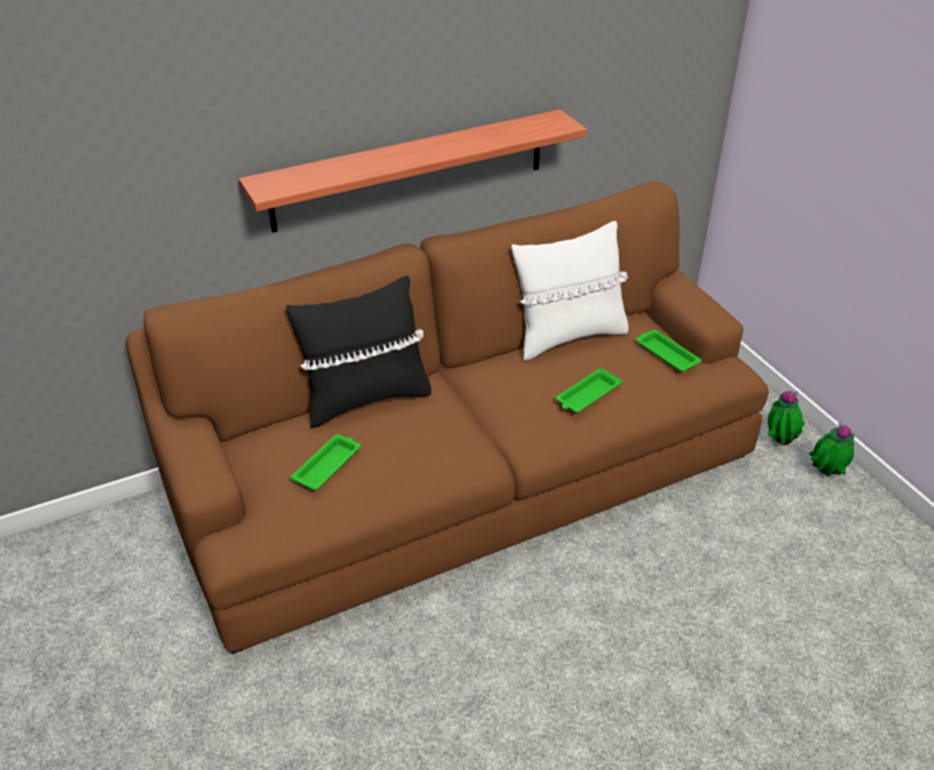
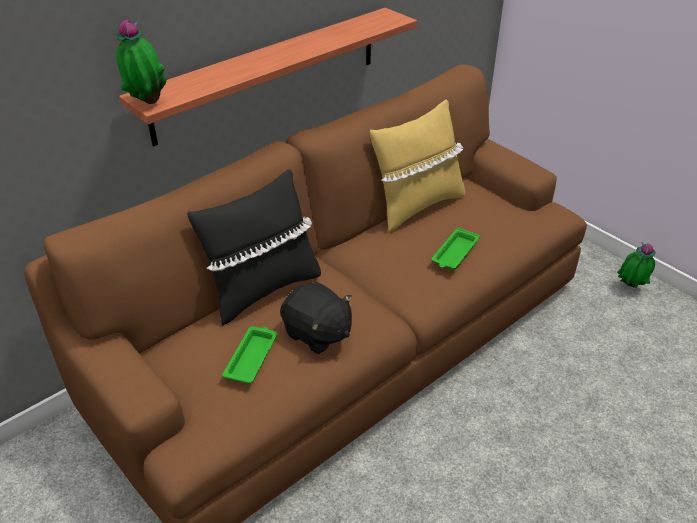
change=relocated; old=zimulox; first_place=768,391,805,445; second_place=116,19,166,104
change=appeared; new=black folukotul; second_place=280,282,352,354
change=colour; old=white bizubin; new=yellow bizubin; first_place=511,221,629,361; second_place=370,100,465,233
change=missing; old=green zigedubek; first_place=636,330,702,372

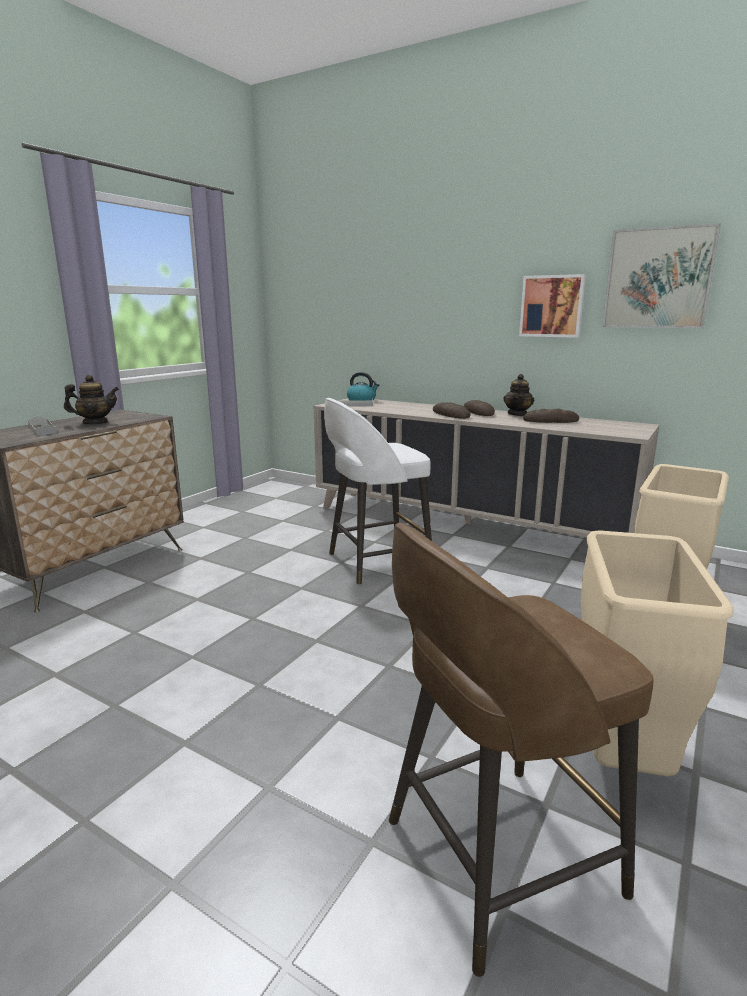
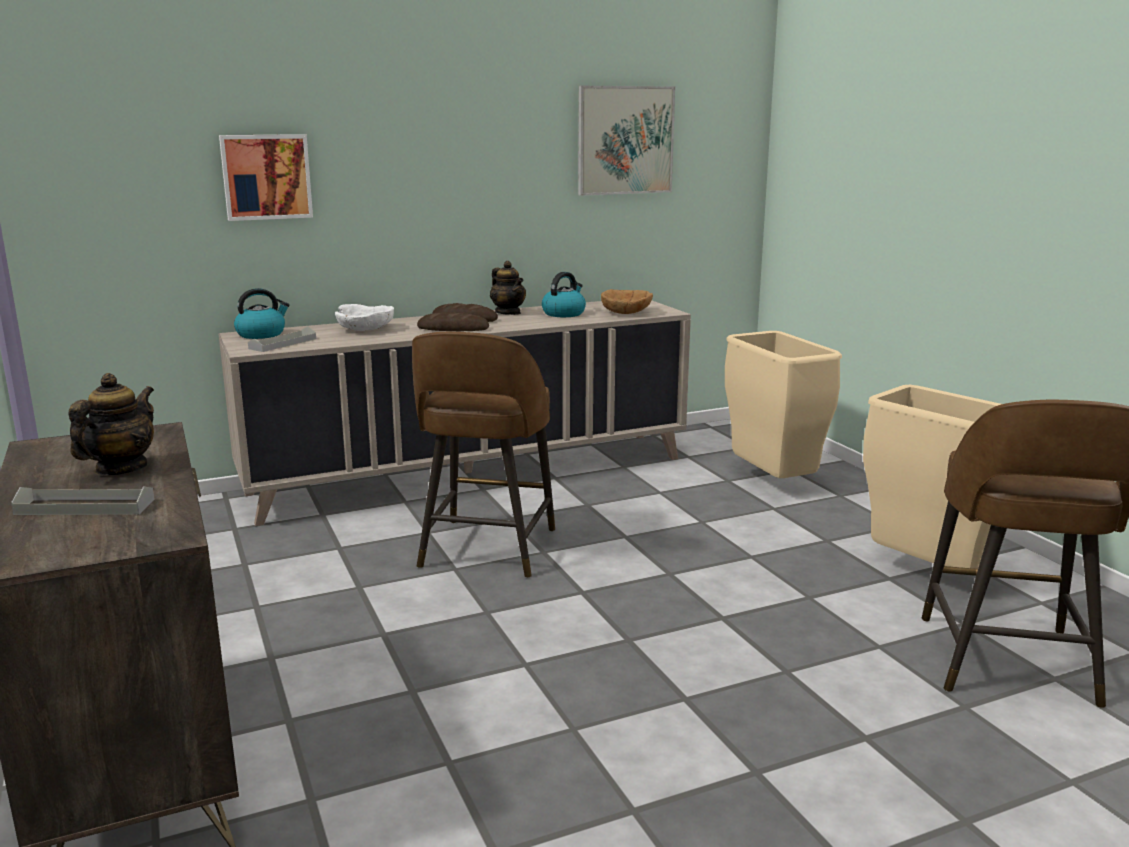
change=relocated; old=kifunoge; first_place=519,274,586,338; second_place=219,134,313,221
change=appeared; new=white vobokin; second_place=335,304,394,331
change=colour; old=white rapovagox; new=brown rapovagox; first_place=324,398,432,585; second_place=412,332,555,578
change=exchanged; old=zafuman; new=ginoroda; first_place=523,409,579,423; second_place=542,272,586,317
change=appeared; new=brown vobokin; second_place=601,289,653,314

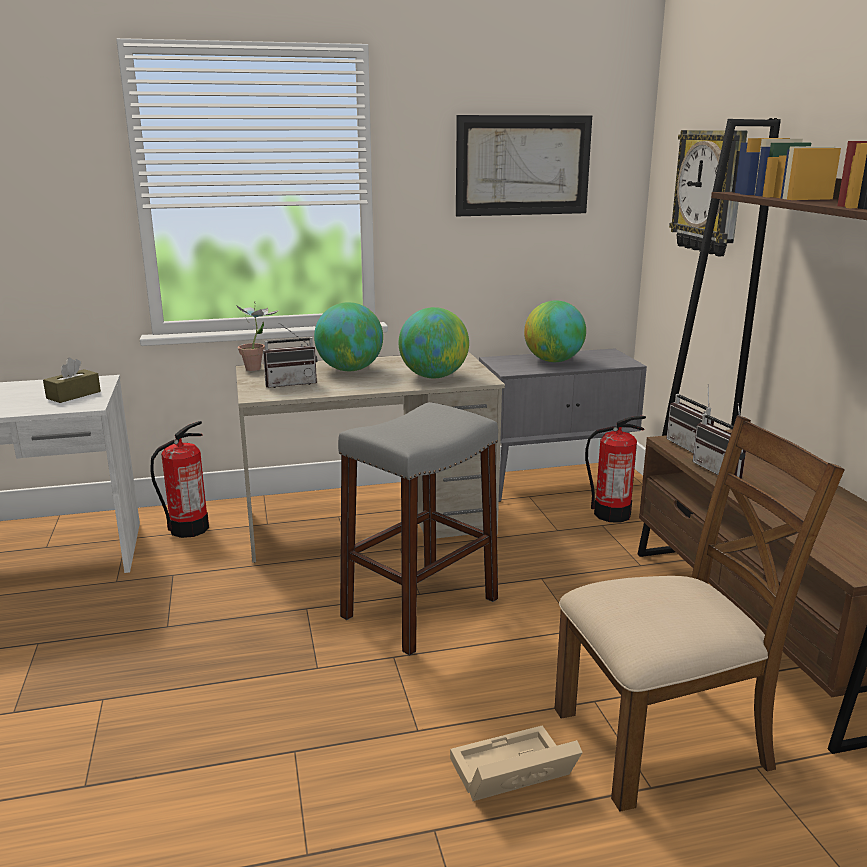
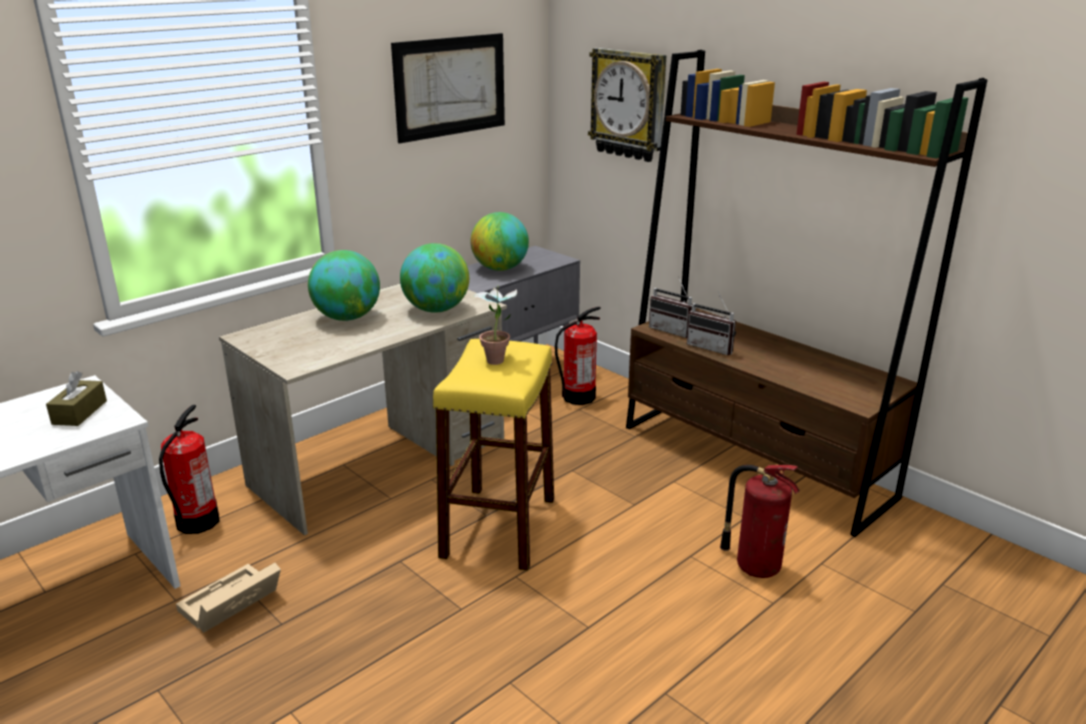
change=relocated; old=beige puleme; first_place=450,725,583,801; second_place=176,563,281,633
change=colour; old=grey rapovagox; new=yellow rapovagox; first_place=338,402,498,656; second_place=433,339,554,571
change=relocated; old=zimulox; first_place=237,302,278,371; second_place=472,285,517,365
change=exchanged; old=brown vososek; new=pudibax; first_place=555,415,845,812; second_place=720,465,800,578
change=missing; old=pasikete; first_place=263,323,317,388

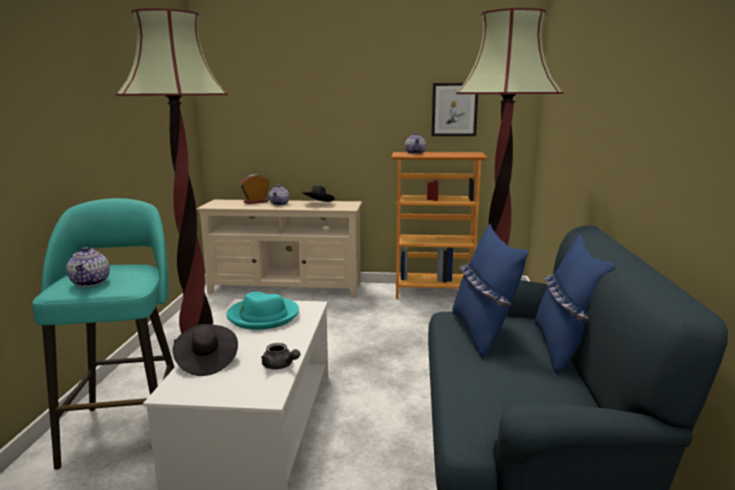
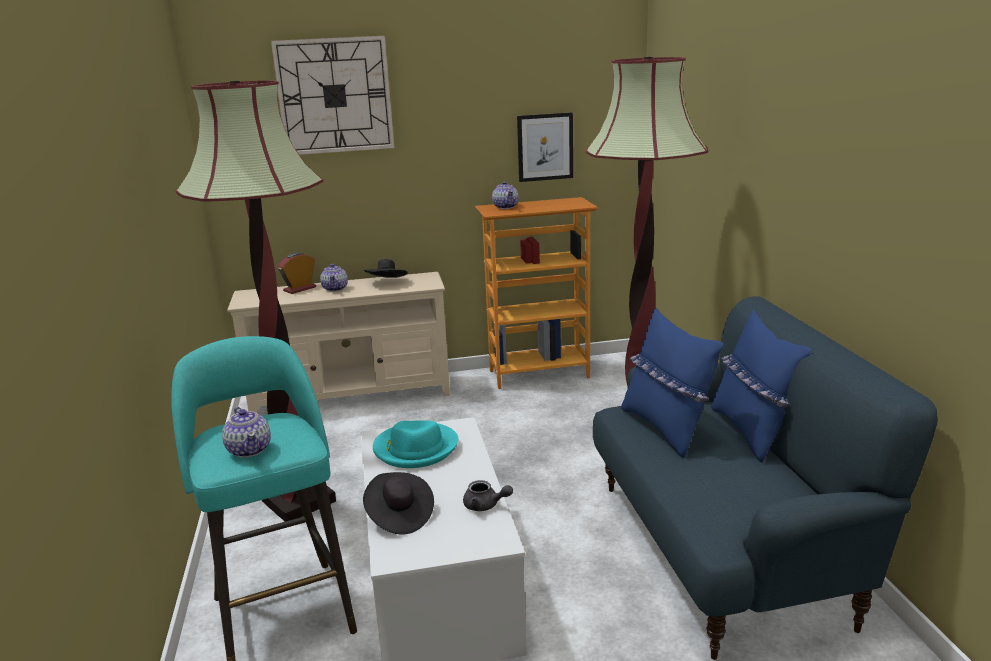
change=appeared; new=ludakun; second_place=271,36,394,155

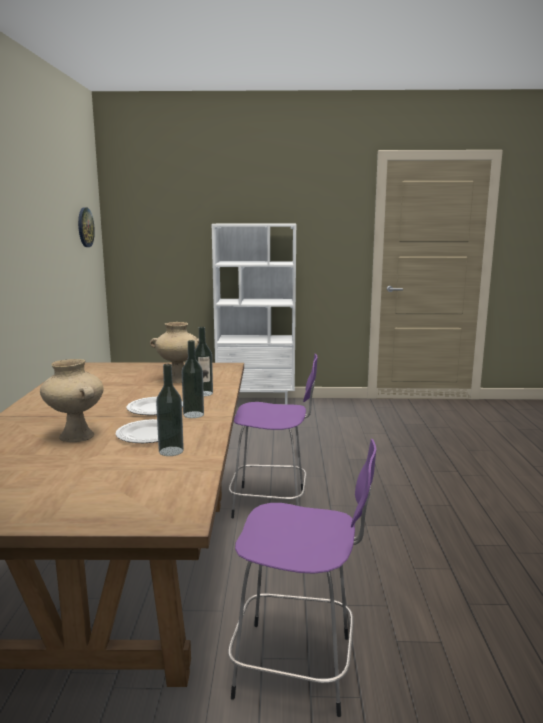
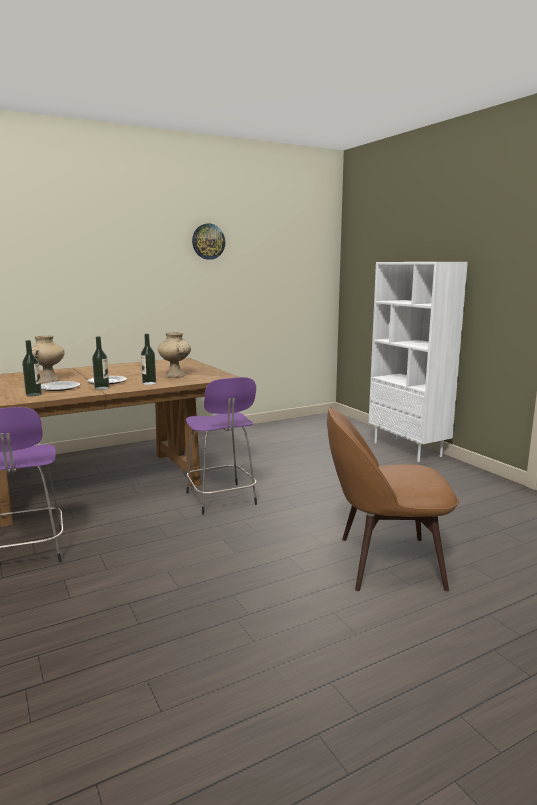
change=relocated; old=ludakun; first_place=78,207,95,247; second_place=192,223,225,260
change=appeared; new=brown vososek; second_place=327,407,459,591

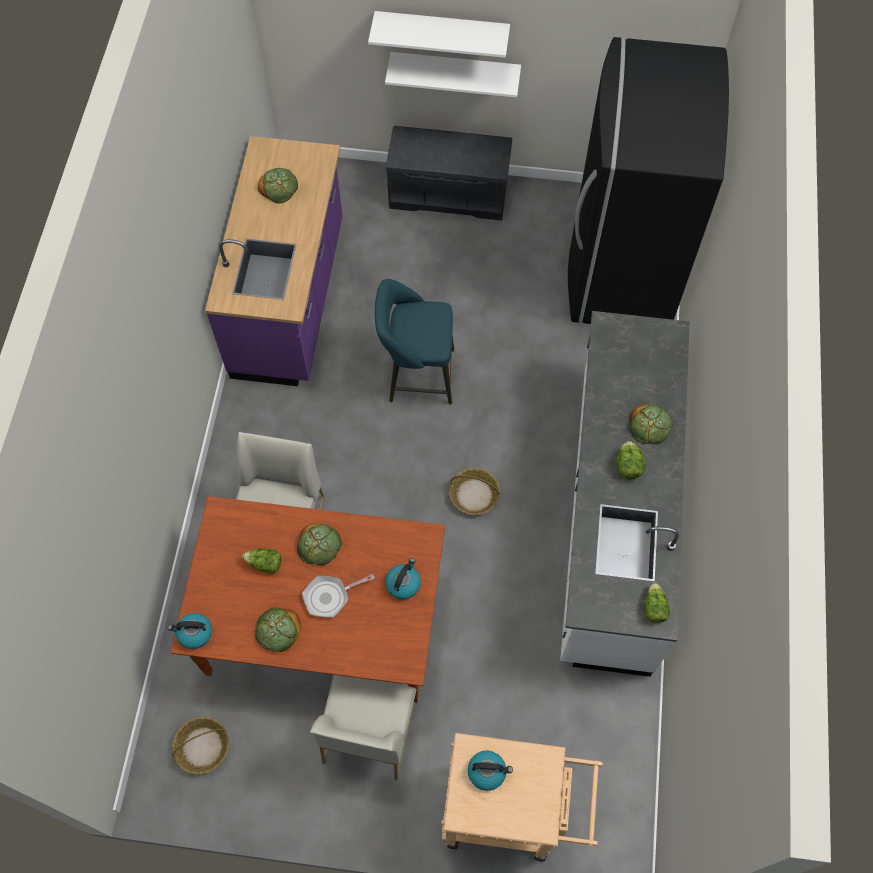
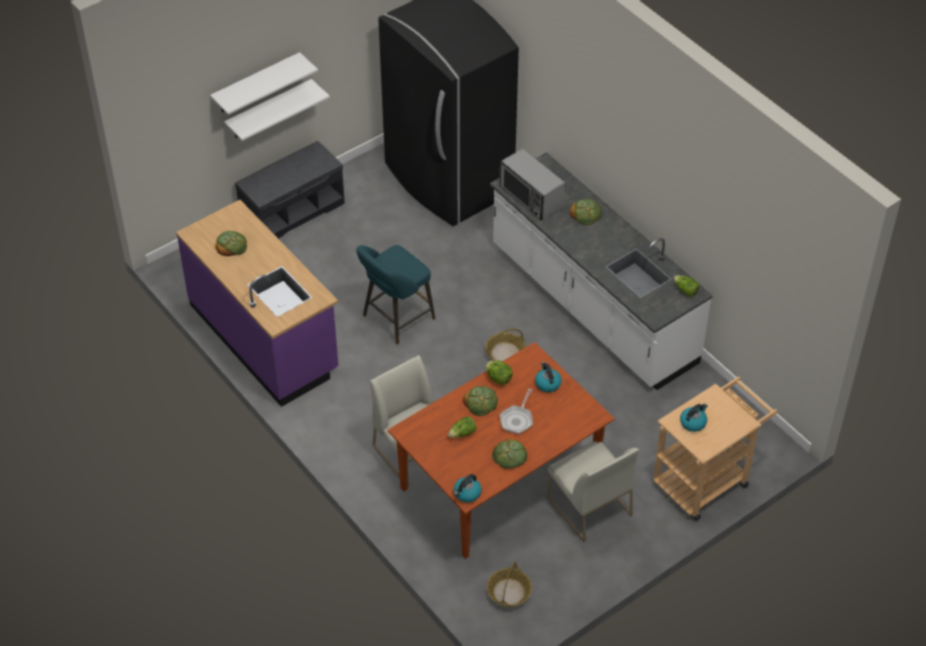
change=relocated; old=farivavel; first_place=616,441,645,479; second_place=486,360,513,385
change=appeared; new=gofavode; second_place=499,149,565,220

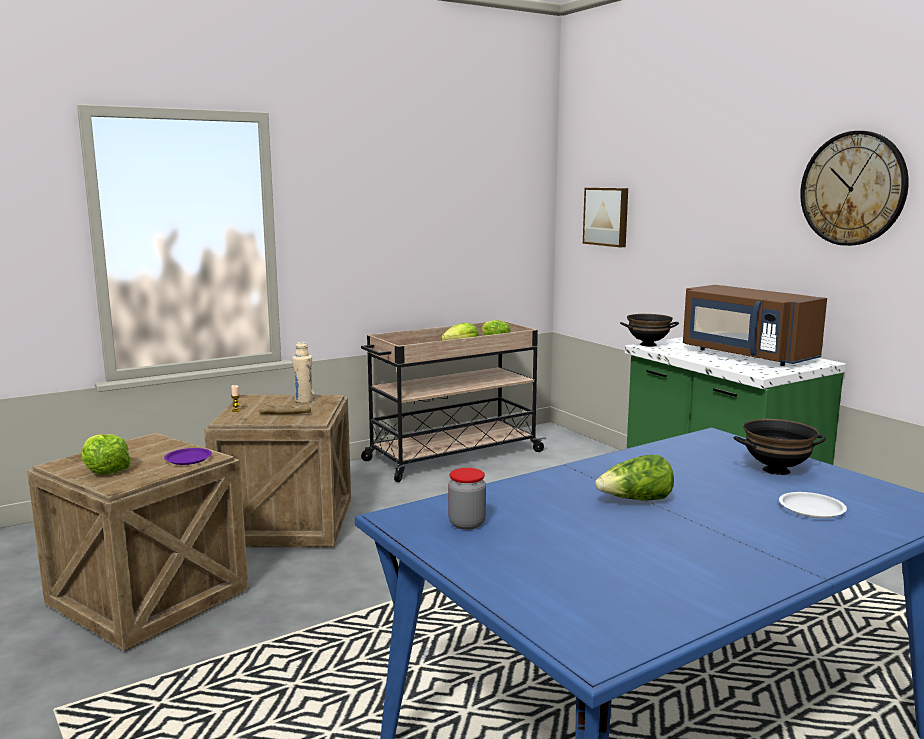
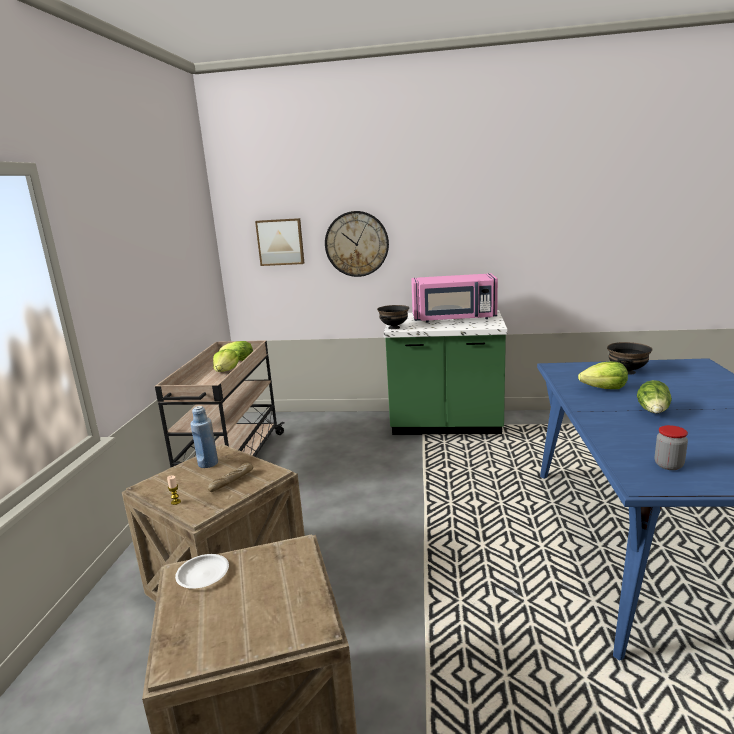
change=relocated; old=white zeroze; first_place=779,492,847,518; second_place=175,554,229,589
change=colour; old=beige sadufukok; new=blue sadufukok; first_place=292,342,314,403; second_place=190,406,218,468
change=relocated; old=ludakun; first_place=800,131,909,246; second_place=325,211,389,277
change=colour; old=brown gofavode; new=pink gofavode; first_place=683,285,827,366; second_place=411,273,498,322
change=relocated; old=farivavel; first_place=82,434,131,475; second_place=578,362,628,389
change=missing; old=purple zeroze; first_place=164,448,212,465

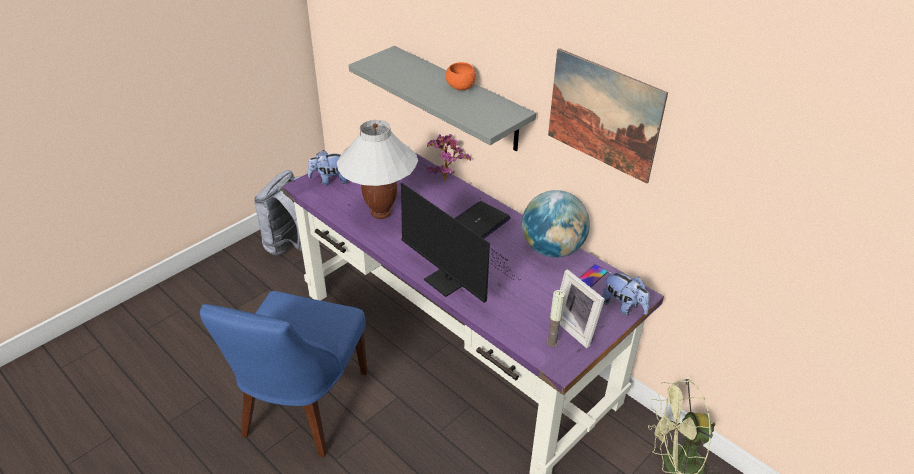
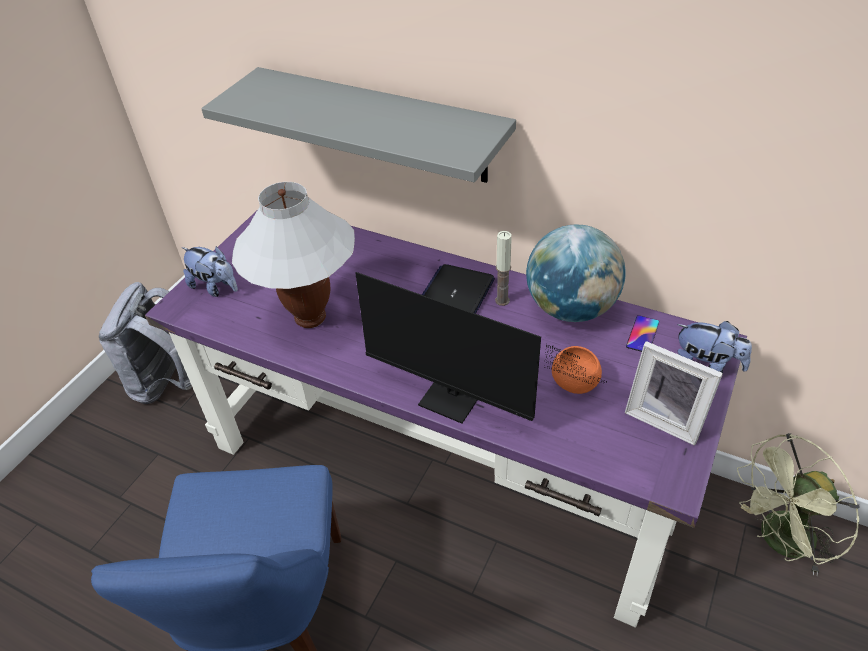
change=spun; old=folukotul; first_place=308,150,348,185; second_place=182,246,238,297; degrees=-120
change=relocated; old=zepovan; first_place=546,290,565,347; second_place=495,231,512,306
change=relocated; old=orange vobokin; first_place=446,62,476,90; second_place=552,346,602,394
change=missing; old=zimulox; first_place=426,134,471,182
change=missing; old=kifunoge; first_place=548,48,668,184

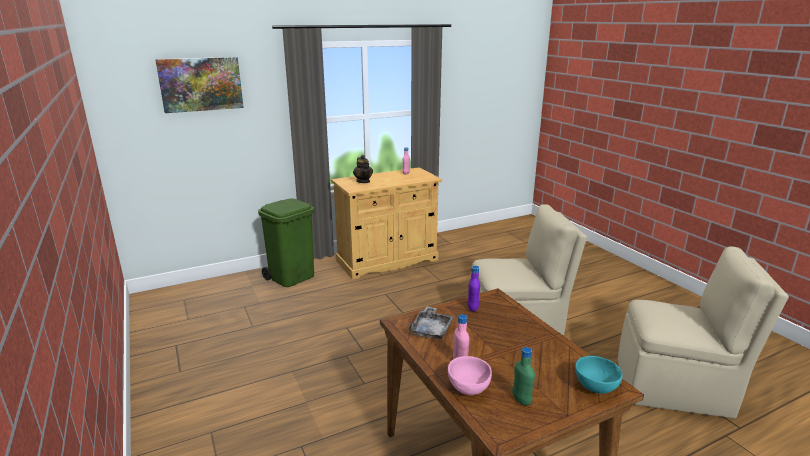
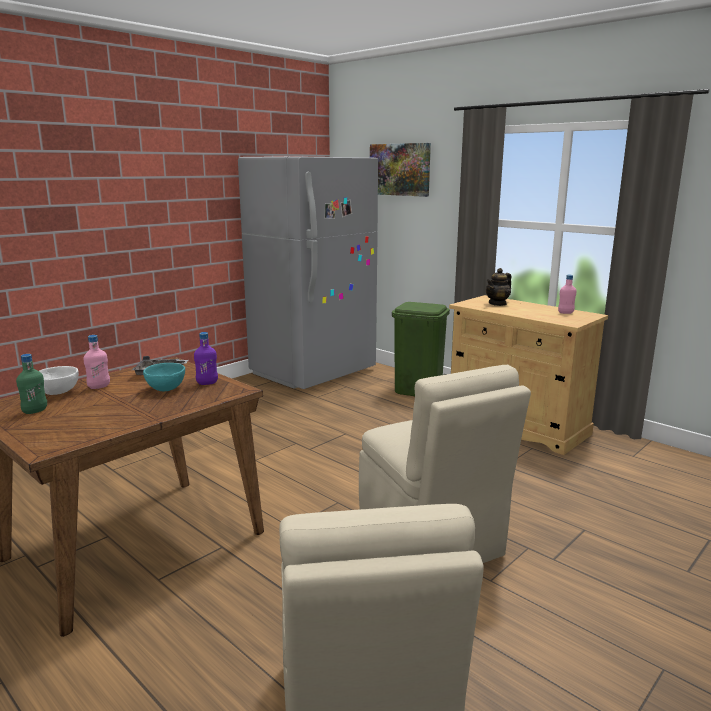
change=colour; old=pink vobokin; new=white vobokin; first_place=448,356,492,395; second_place=39,366,79,395
change=relocated; old=turquoise vobokin; first_place=575,356,623,394; second_place=143,363,185,391
change=appeared; new=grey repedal; second_place=238,156,378,389

